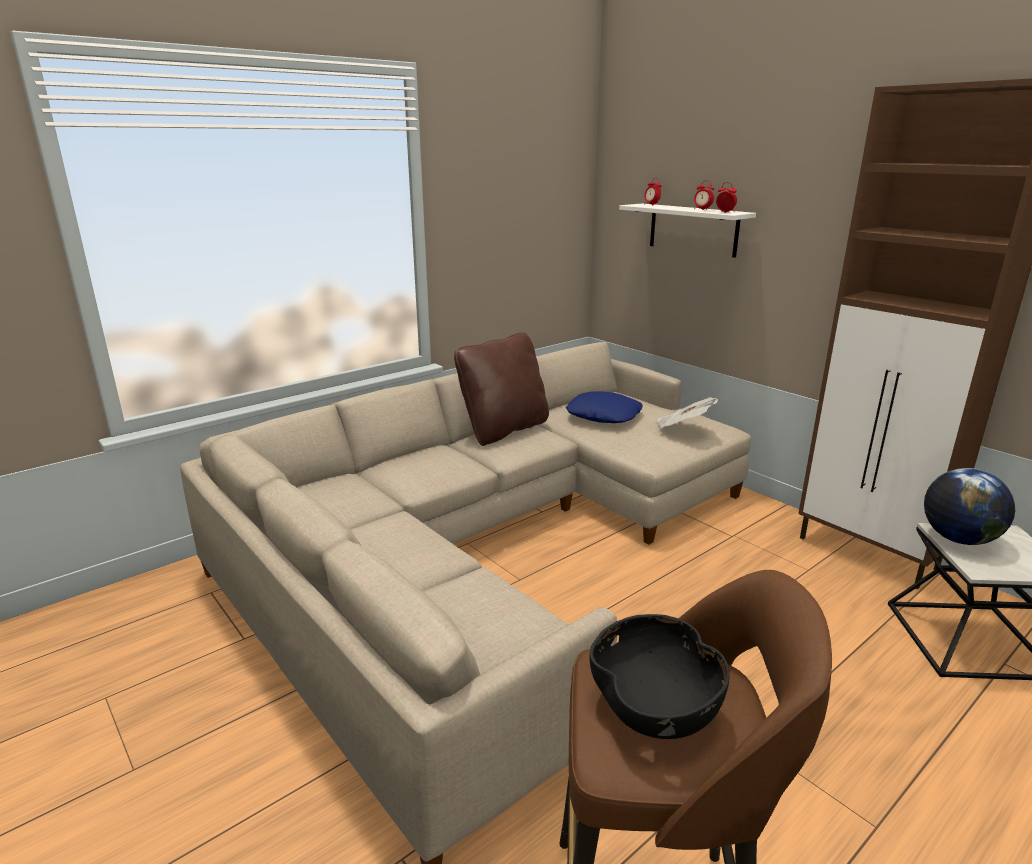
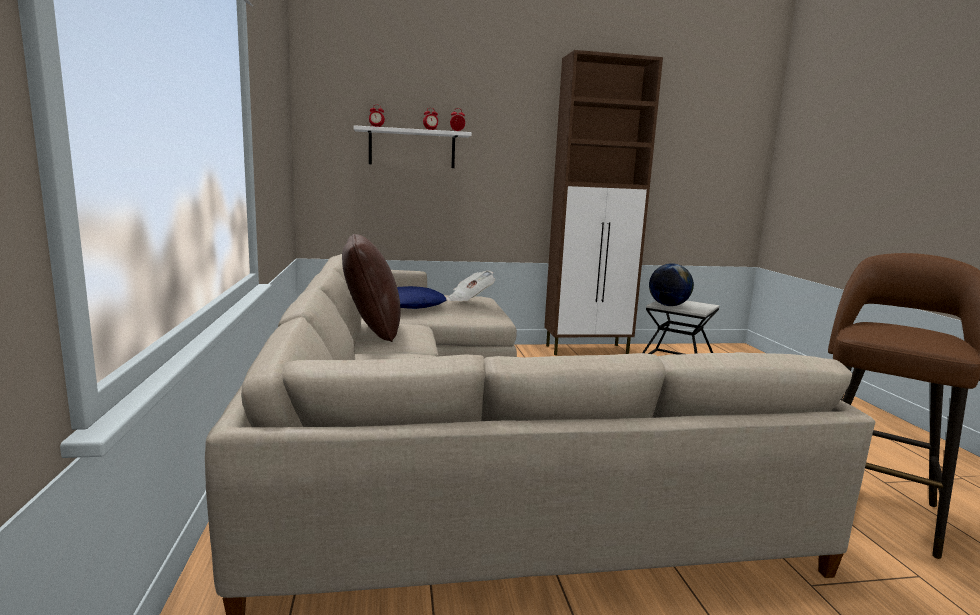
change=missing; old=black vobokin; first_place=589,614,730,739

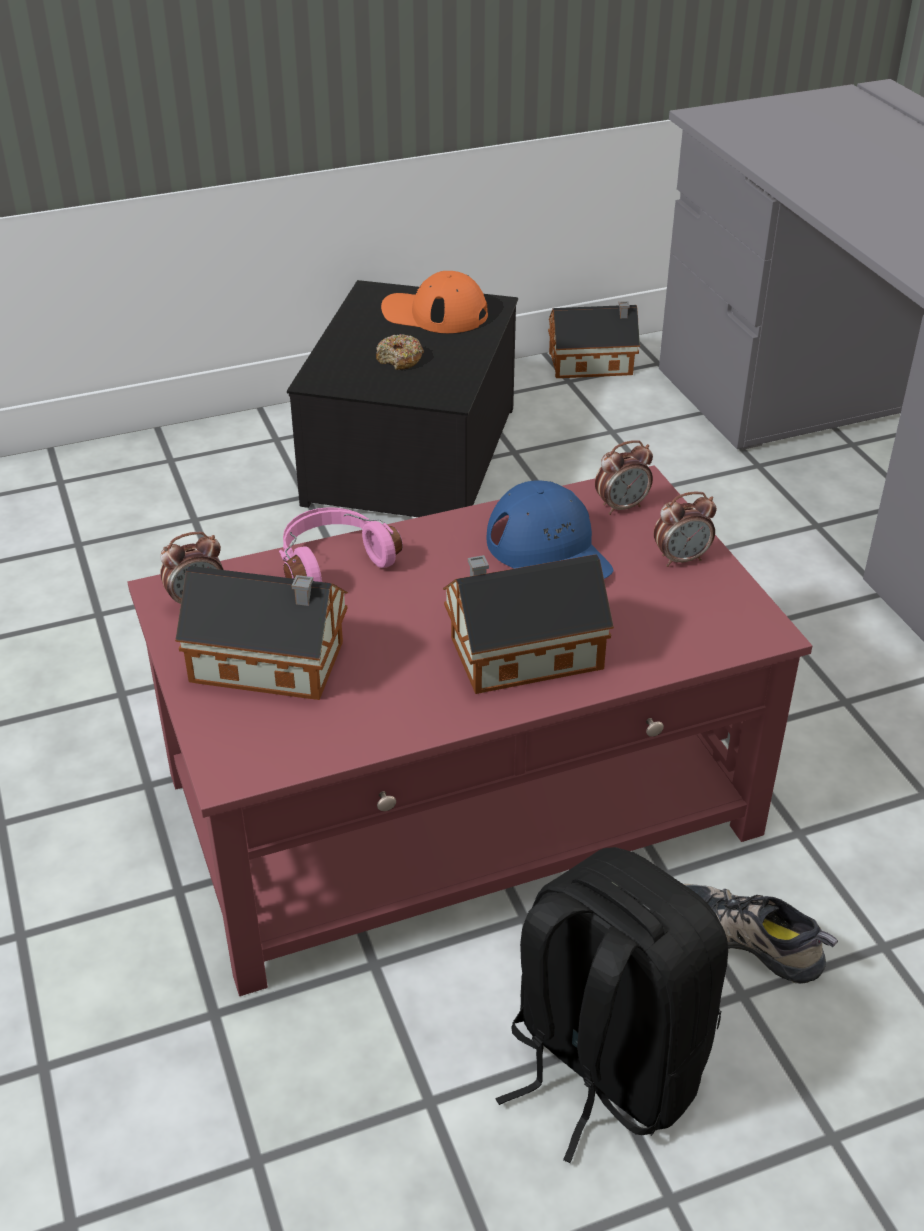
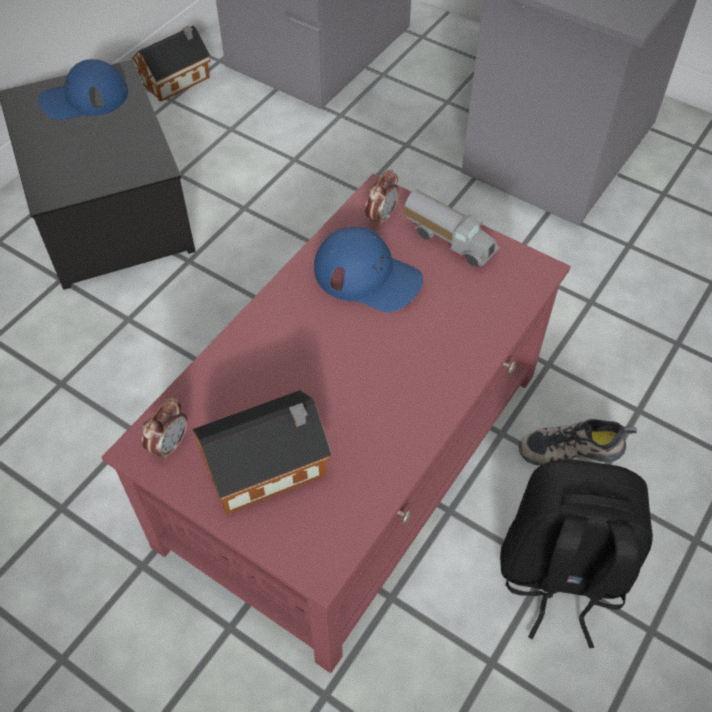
change=colour; old=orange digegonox; new=blue digegonox; first_place=381,271,488,333; second_place=38,59,128,120
change=exchanged; old=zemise; new=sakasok; first_place=654,492,717,567; second_place=403,189,500,267
change=missing; old=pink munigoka; first_place=279,507,403,582
change=missing; old=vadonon; first_place=376,334,424,370
change=missing; old=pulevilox; first_place=443,554,614,694

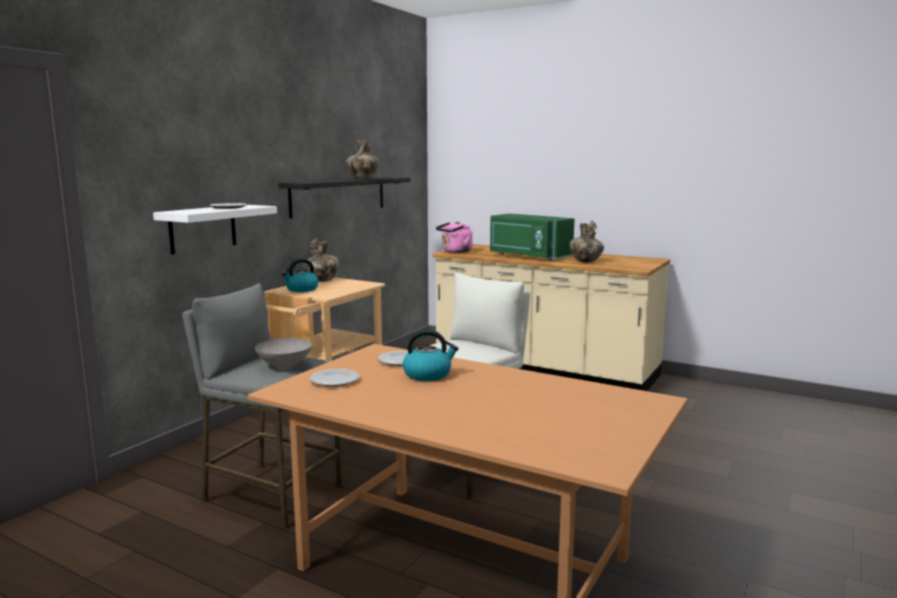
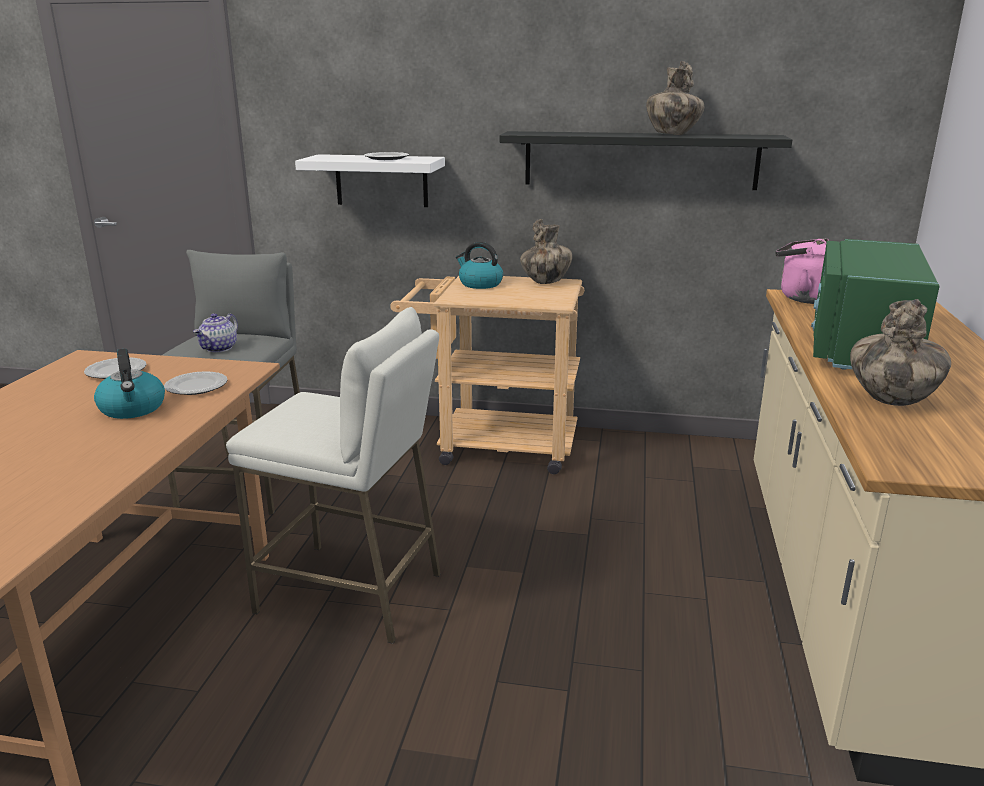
change=exchanged; old=grey vobokin; new=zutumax; first_place=255,338,312,368; second_place=193,313,238,352

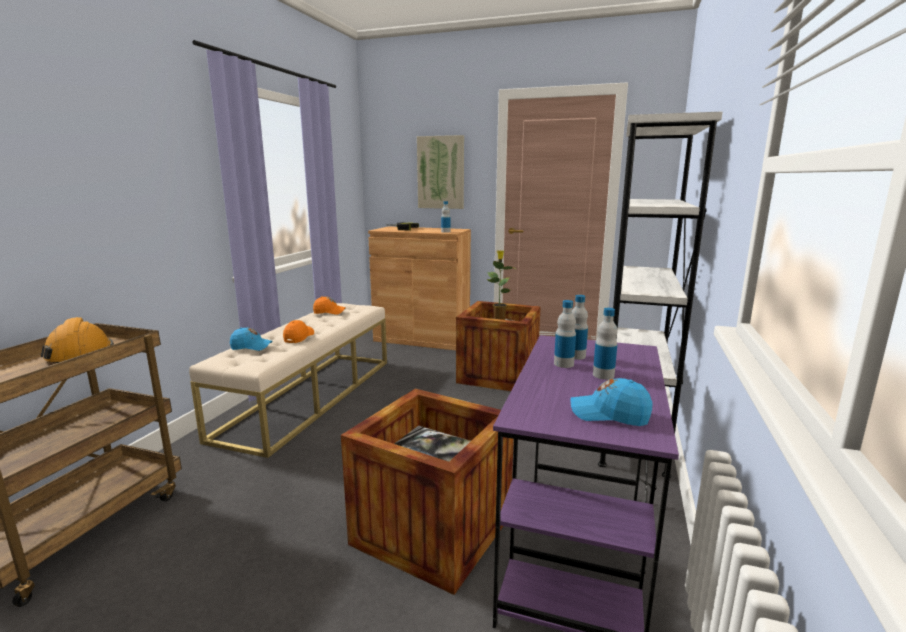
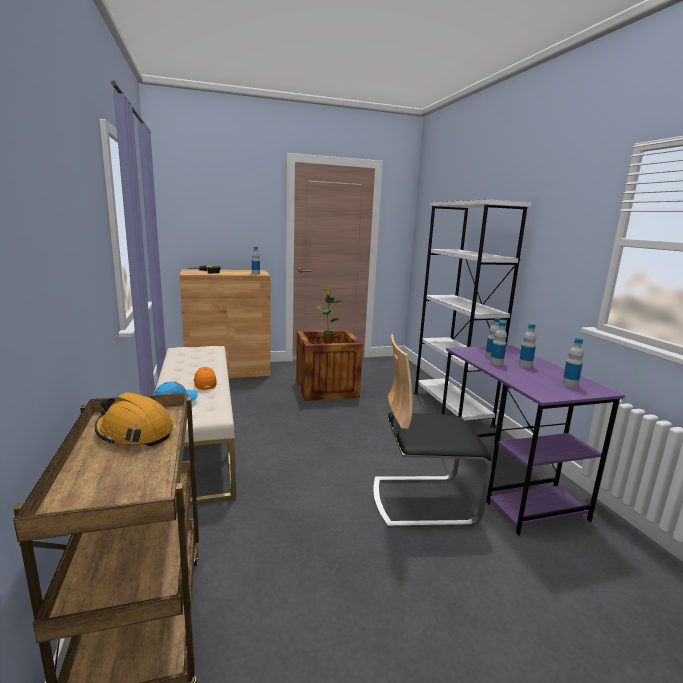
change=exchanged; old=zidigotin; new=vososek; first_place=341,389,514,595; second_place=373,334,492,528
change=exchanged; old=blue digegonox; new=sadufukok; first_place=571,378,652,426; second_place=562,338,584,387
change=missing; old=orange digegonox; first_place=313,296,346,315
change=missing; old=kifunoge; first_place=417,135,464,209

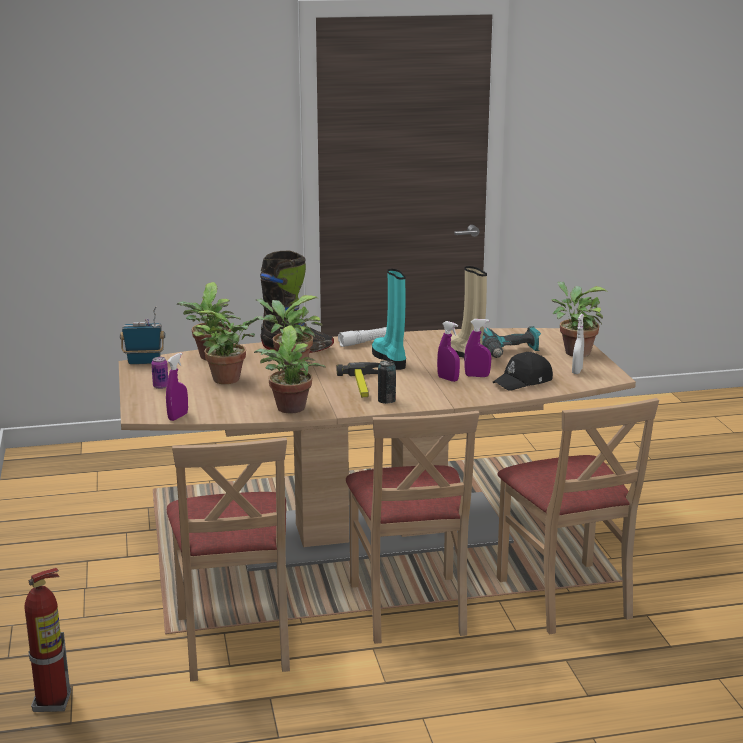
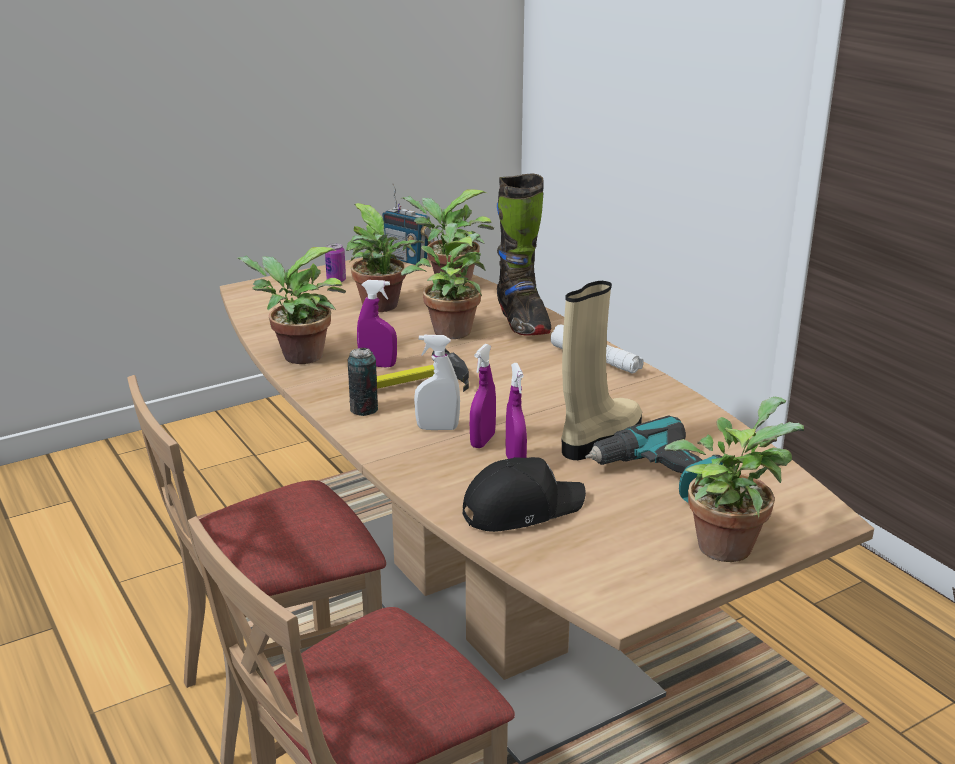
change=relocated; old=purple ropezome; first_place=166,353,188,421; second_place=357,280,397,368
change=spun; old=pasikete; first_place=120,306,165,364; second_place=382,183,434,265; degrees=150
change=relocated; old=white ropezome; first_place=572,314,584,374; second_place=414,335,460,430
change=spun; old=black digegonox; first_place=493,352,553,391; second_place=463,457,586,532; degrees=120
change=missing; old=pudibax; first_place=24,568,71,712
change=missing; old=beige vososek; first_place=167,437,290,681
change=missing; old=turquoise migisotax; first_place=372,269,406,370

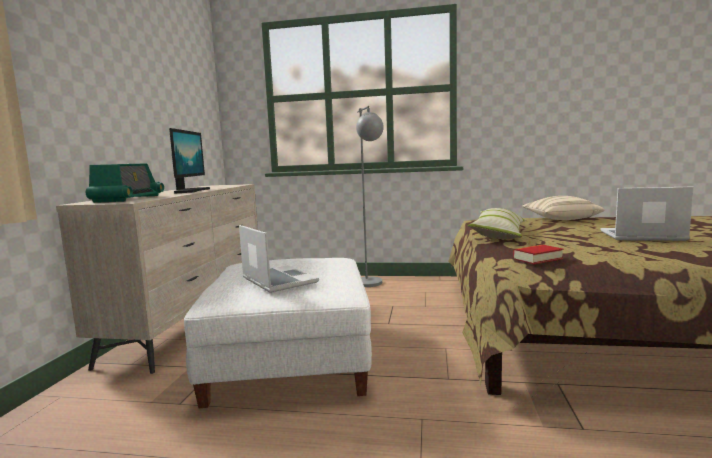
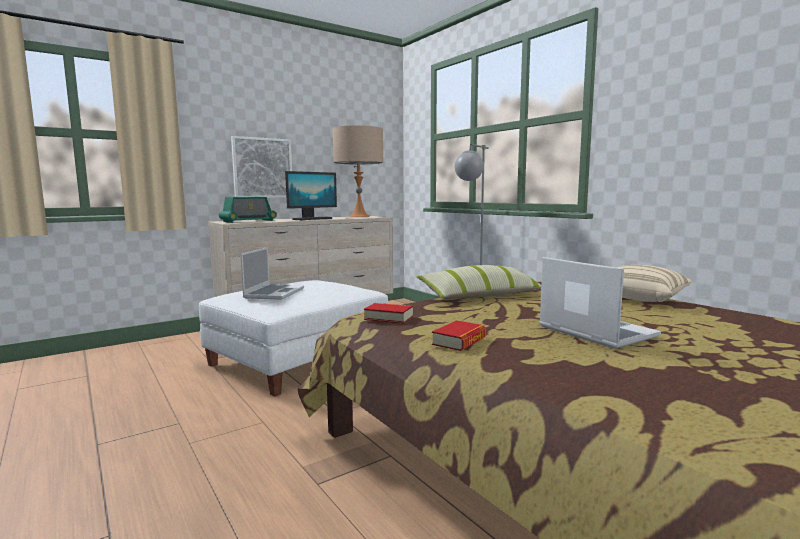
change=appeared; new=kifunoge; second_place=231,136,292,198
change=appeared; new=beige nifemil; second_place=333,125,383,217
change=appeared; new=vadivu; second_place=432,320,486,351

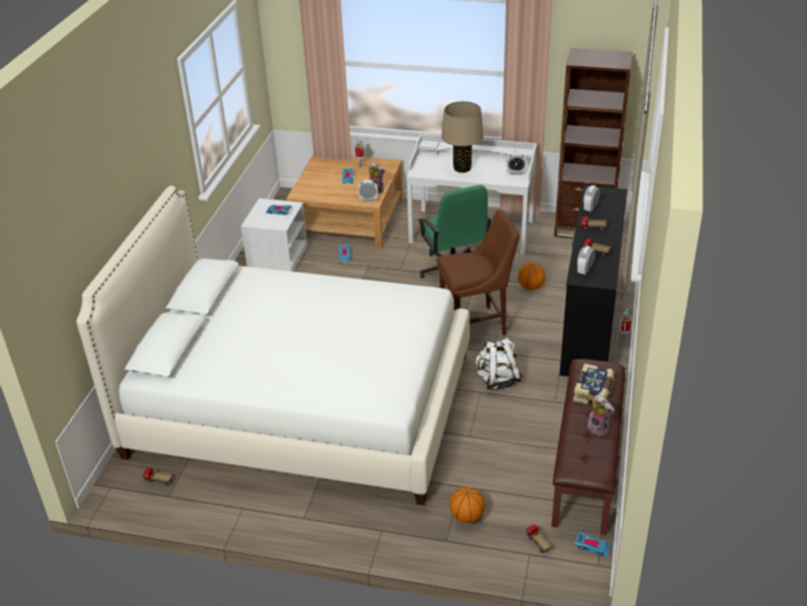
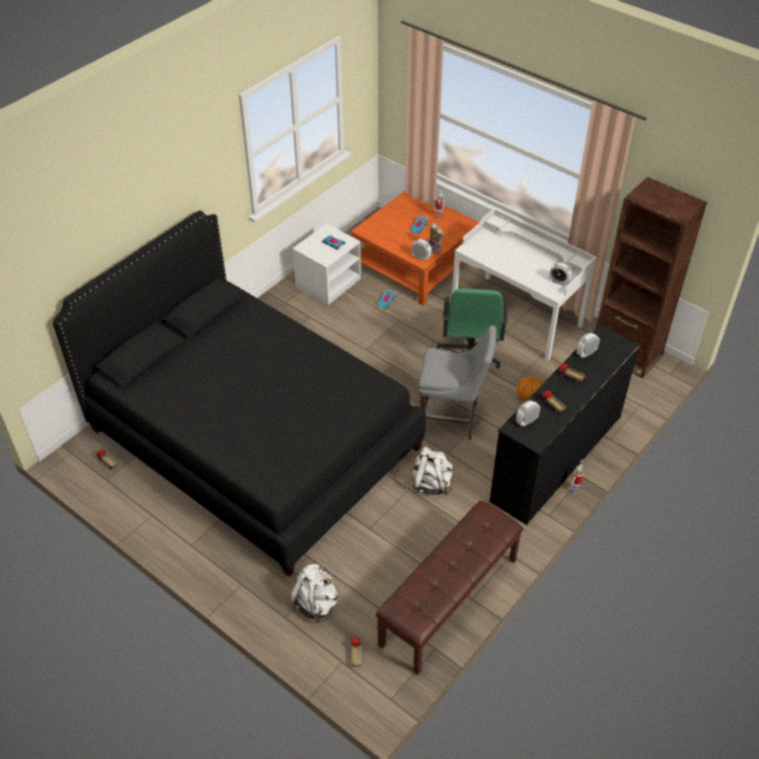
change=colour; old=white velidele; new=black velidele; first_place=76,186,470,505; second_place=52,211,426,577
change=exchanged; old=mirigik; new=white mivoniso; first_place=450,487,485,523; second_place=290,564,338,623
change=colour; old=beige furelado; new=orange furelado; first_place=286,154,403,249; second_place=351,191,480,306
change=colour; old=brown vososek; new=grey vososek; first_place=437,210,520,336; second_place=418,325,496,440
change=missing; old=beige nifemil; first_place=441,101,484,173
change=missing; old=vadivu; first_place=573,363,614,404
change=missing; old=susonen; first_place=574,532,610,557
change=missing; old=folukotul; first_place=586,395,614,436

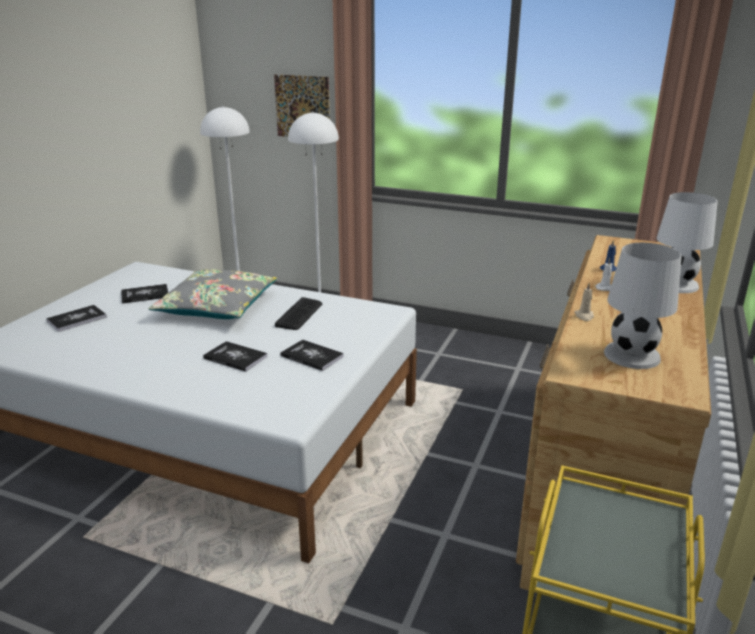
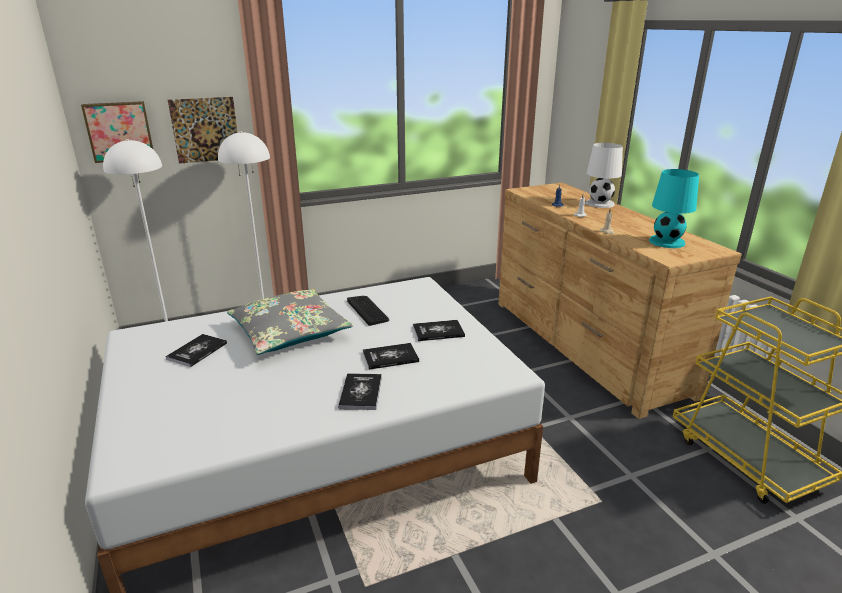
change=appeared; new=kifunoge; second_place=81,101,153,163
change=relocated; old=vadivu; first_place=46,305,107,332; second_place=338,373,382,410
change=colour; old=white nifemil; new=turquoise nifemil; first_place=604,243,682,369; second_place=649,169,699,248

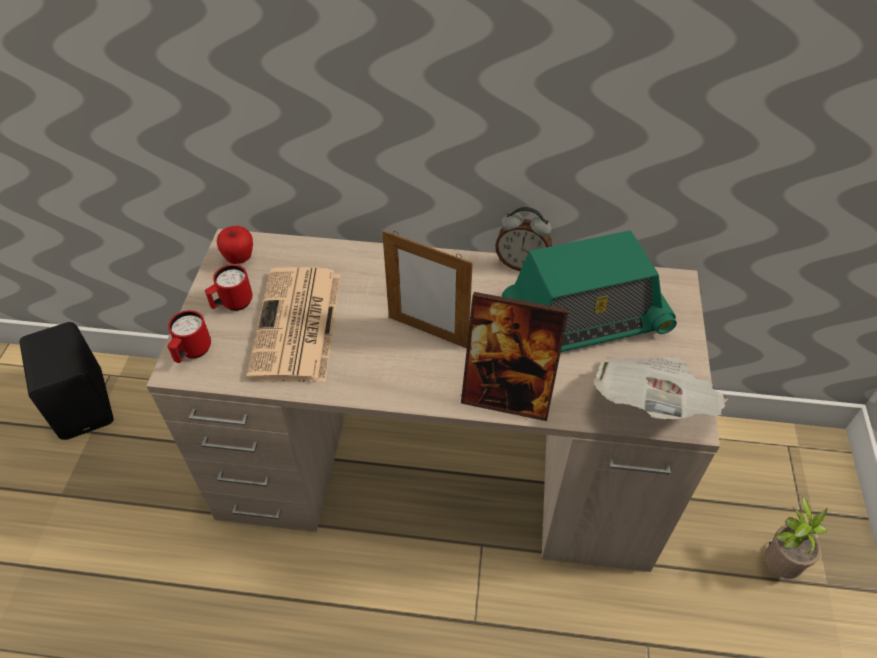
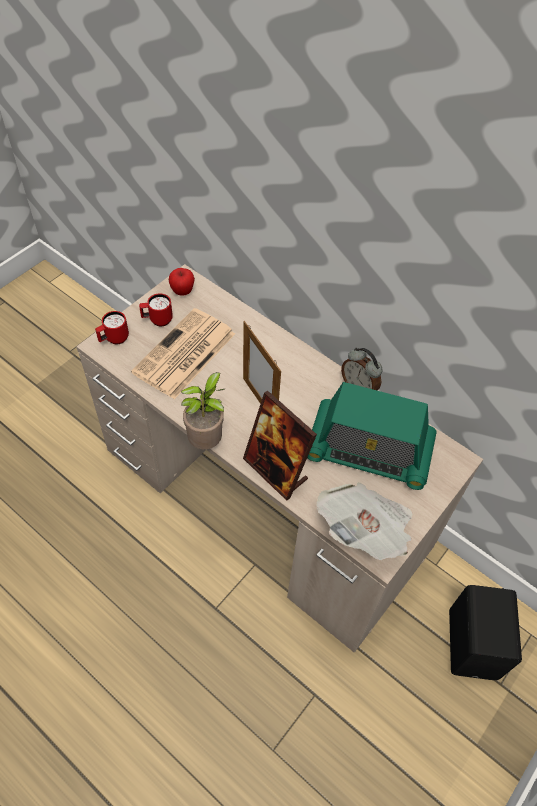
change=relocated; old=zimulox; first_place=765,496,828,579; second_place=181,372,224,449
change=relocated; old=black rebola; first_place=19,322,114,440; second_place=449,585,522,680

